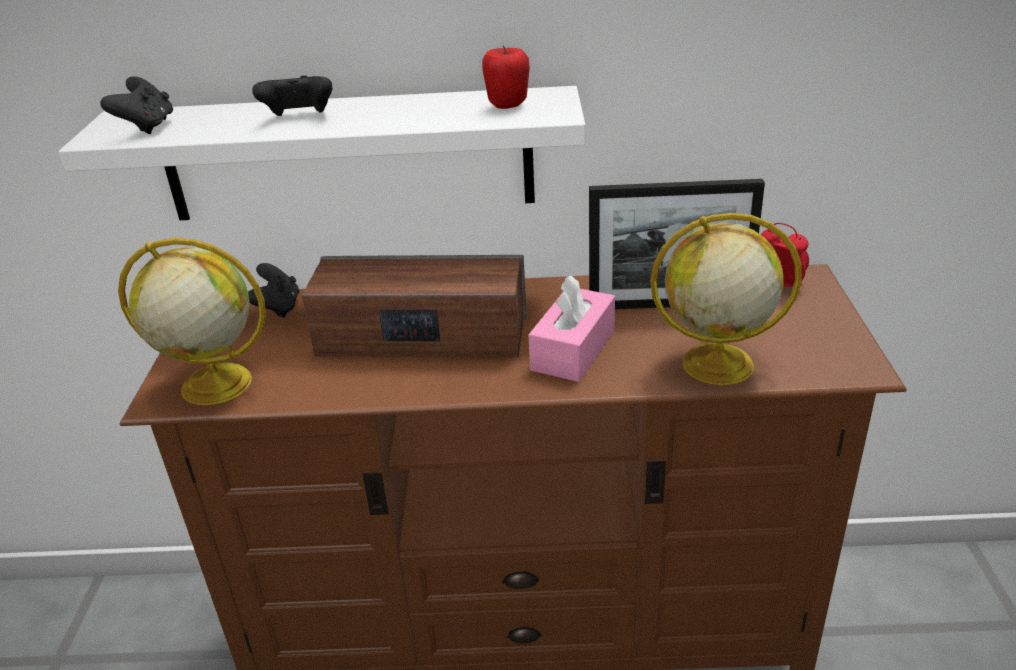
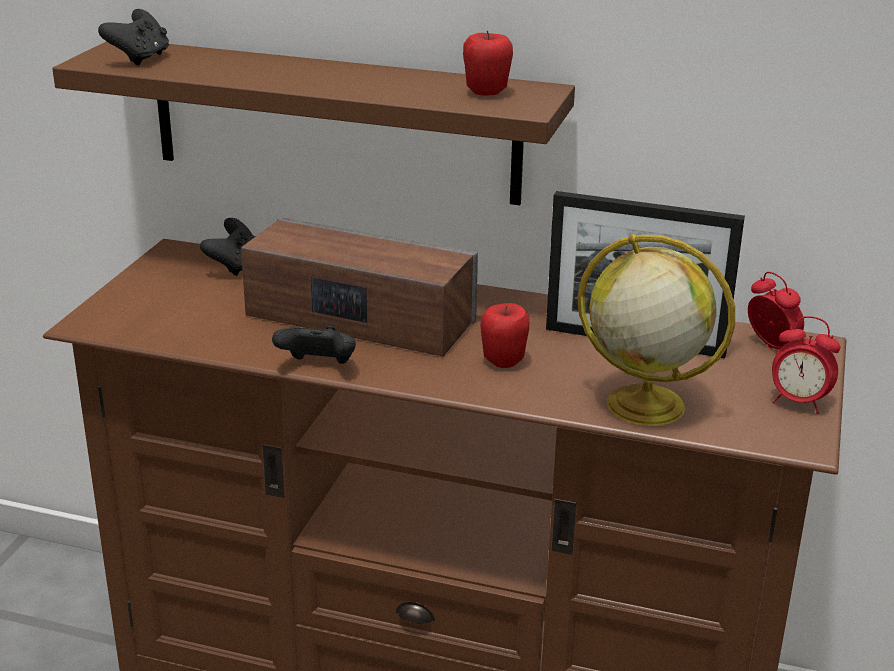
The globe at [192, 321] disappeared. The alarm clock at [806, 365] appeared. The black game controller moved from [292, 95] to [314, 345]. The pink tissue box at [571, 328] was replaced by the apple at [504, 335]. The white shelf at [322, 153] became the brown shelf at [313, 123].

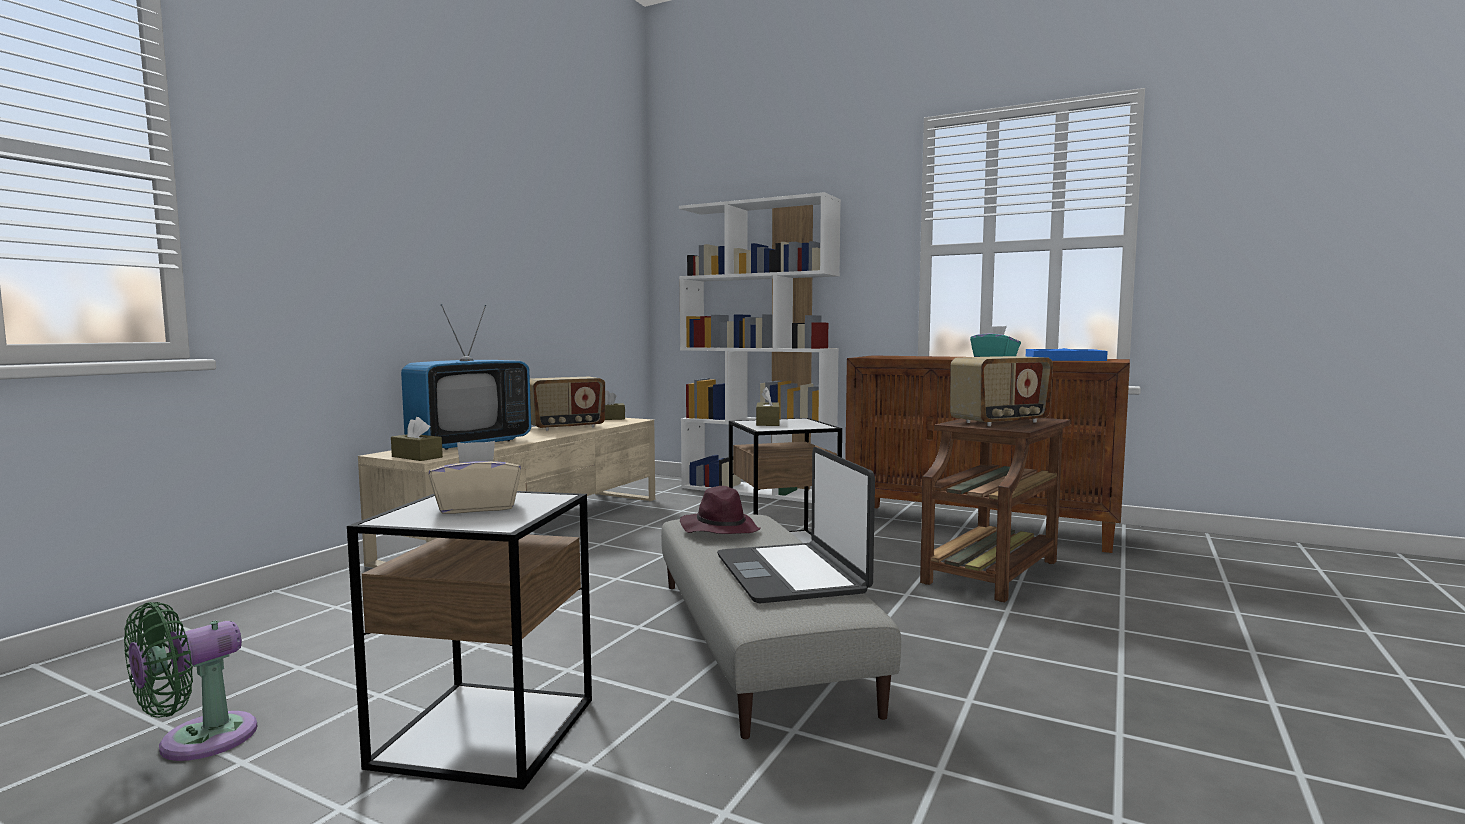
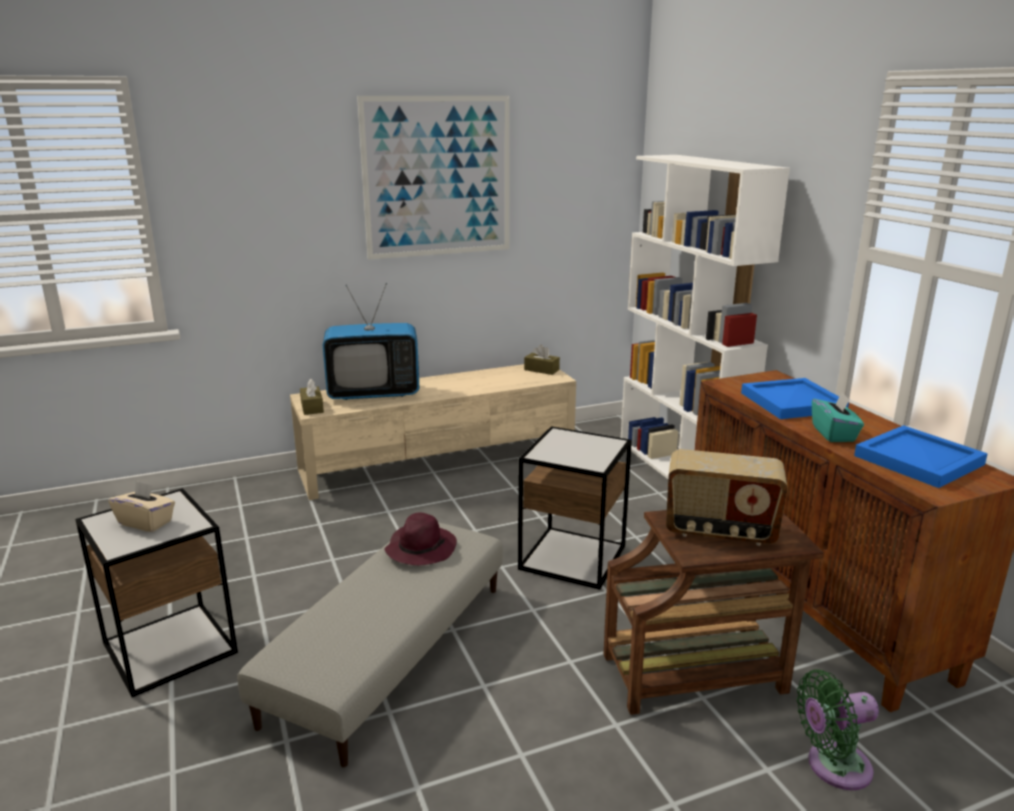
The radio at [567, 404] disappeared. The laptop at [796, 525] disappeared. The brown tissue box at [768, 406] disappeared. The picture at [433, 178] appeared. The blue tray at [795, 398] appeared. The green fan moved from [190, 681] to [838, 729].

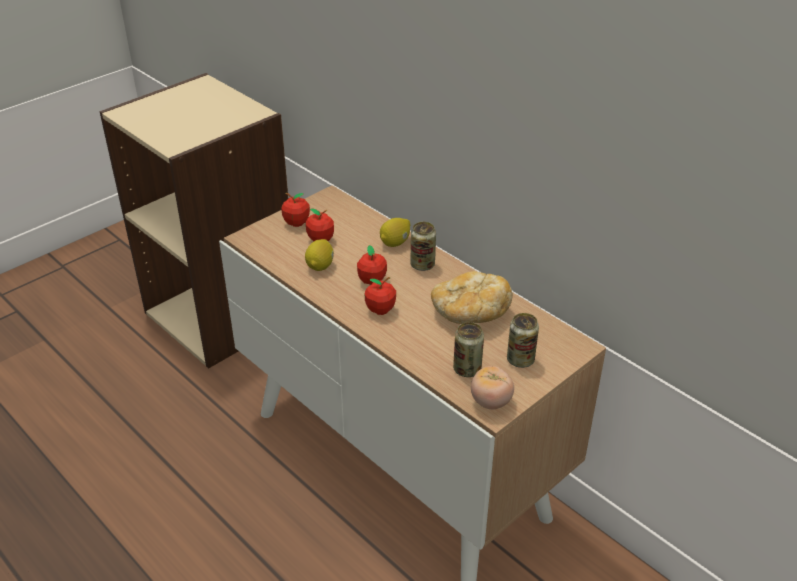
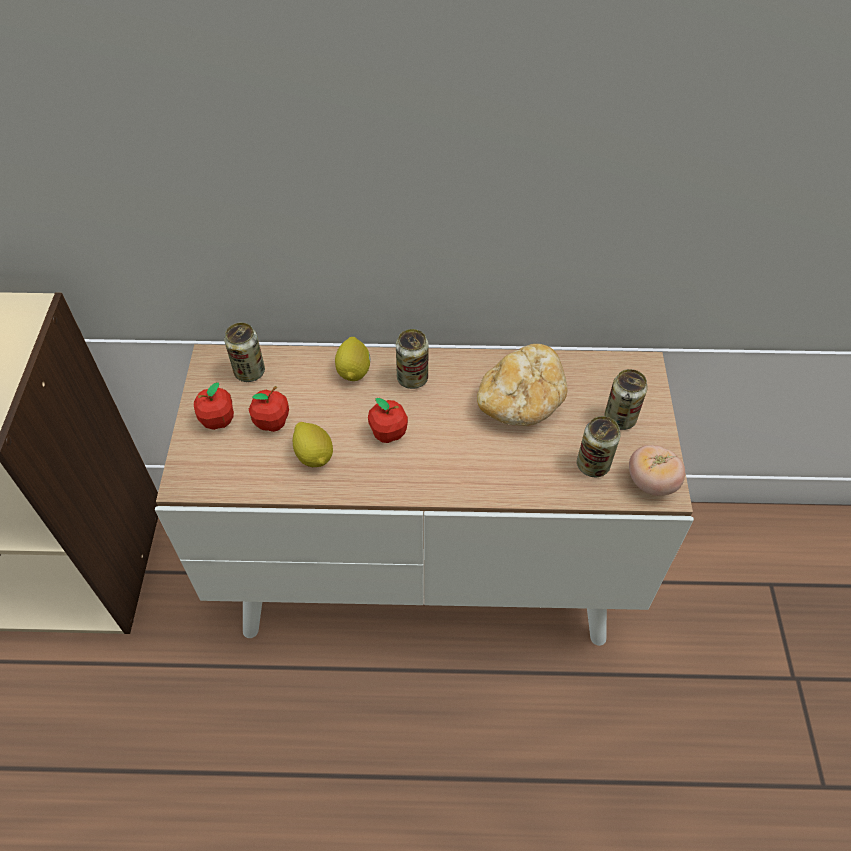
The apple at [380, 296] disappeared. The can at [244, 352] appeared.

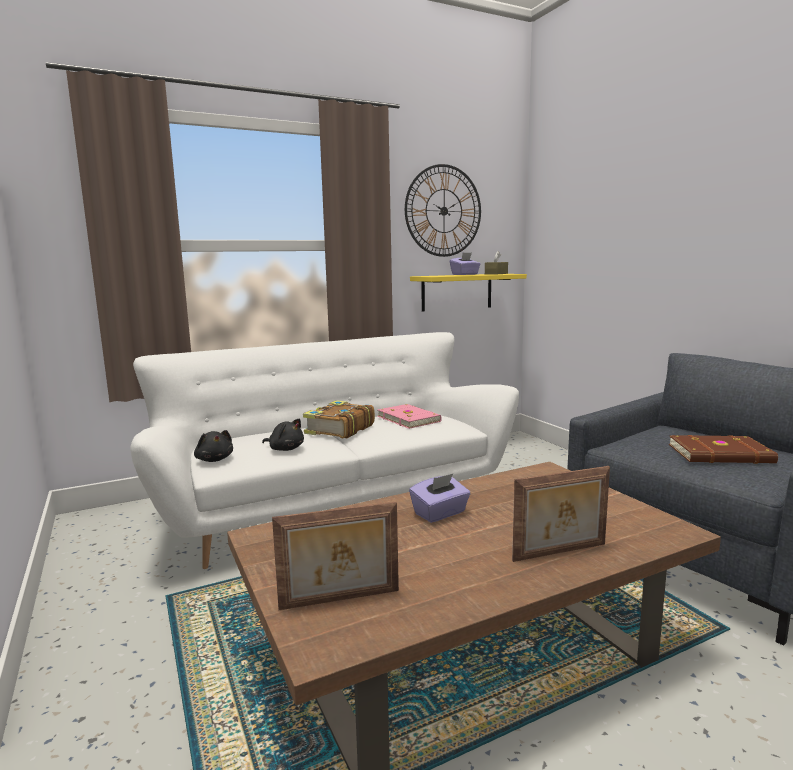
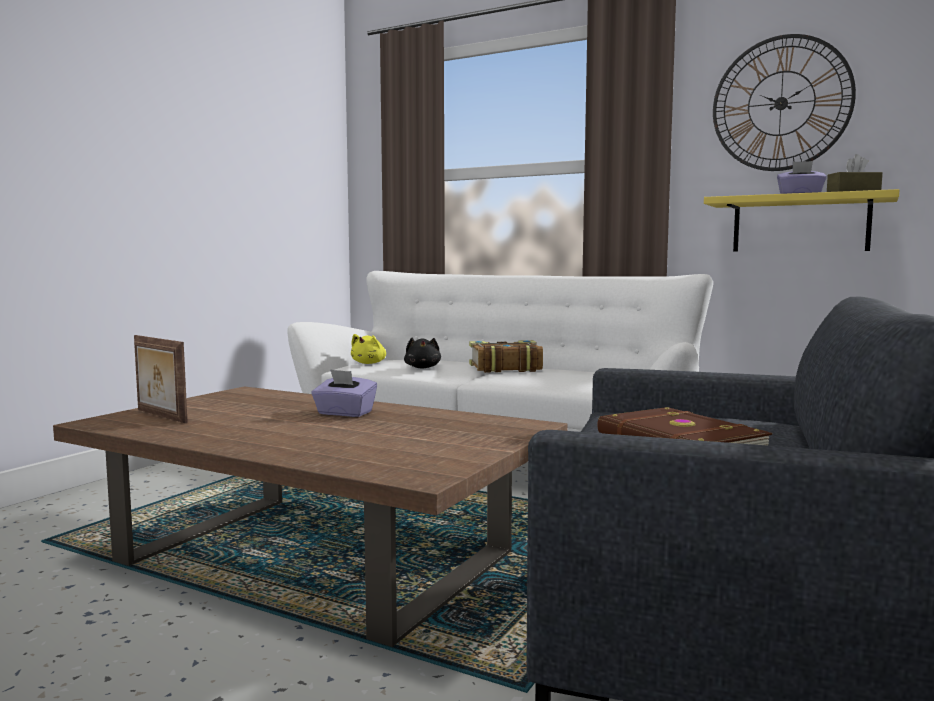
The pink book at [409, 416] disappeared. The picture frame at [561, 514] disappeared. The black plush toy at [213, 446] became the yellow plush toy at [368, 349].

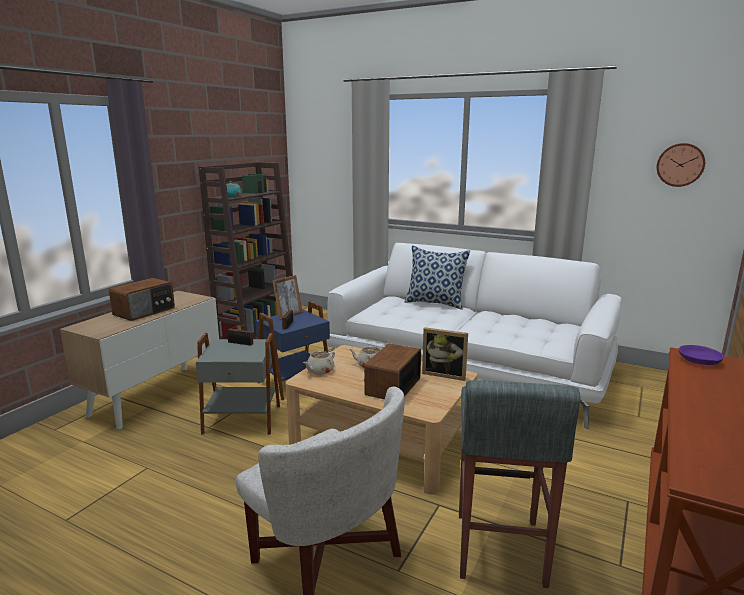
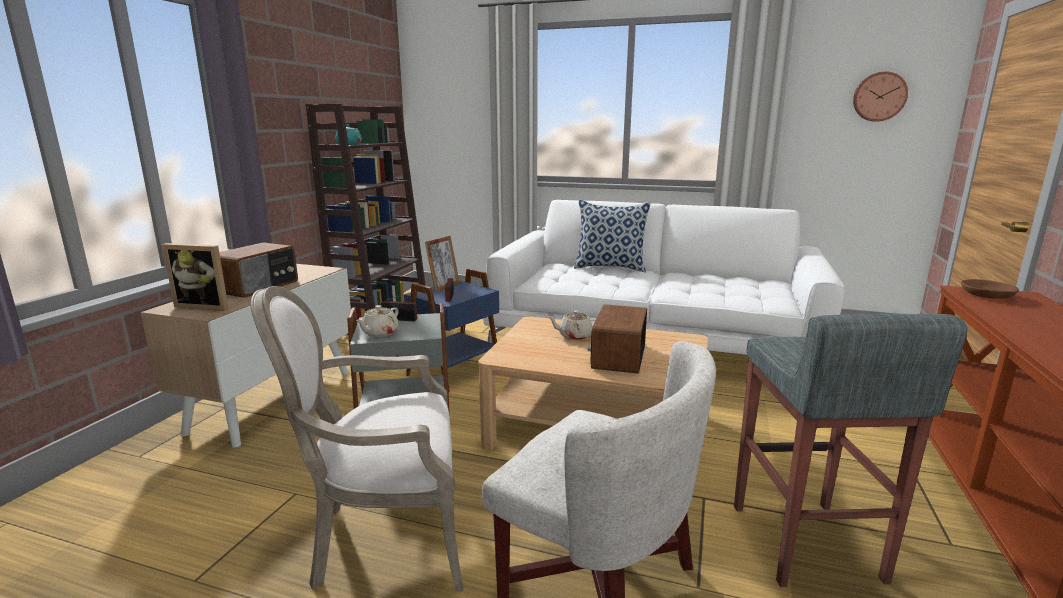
The armchair at [357, 439] appeared. The beige teapot moved from [319, 362] to [377, 321]. The picture frame moved from [445, 354] to [195, 277]. The purple bowl at [701, 355] became the brown bowl at [990, 289].

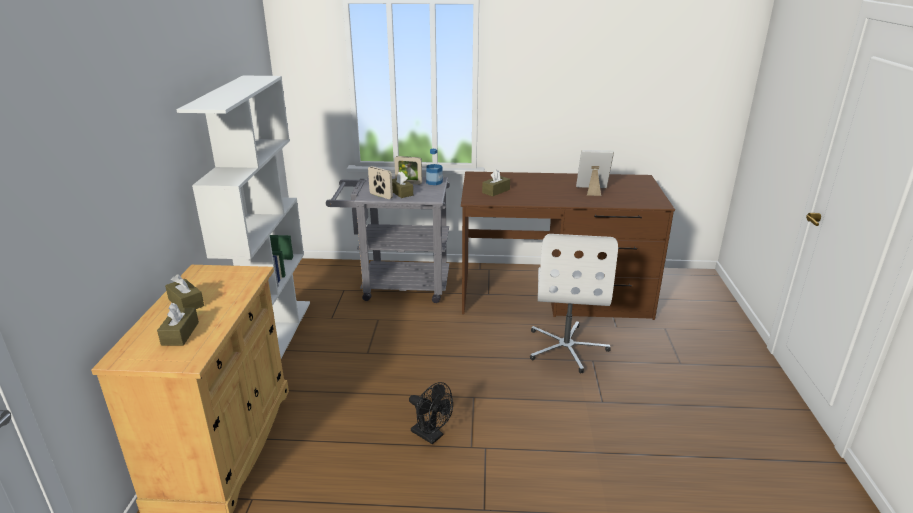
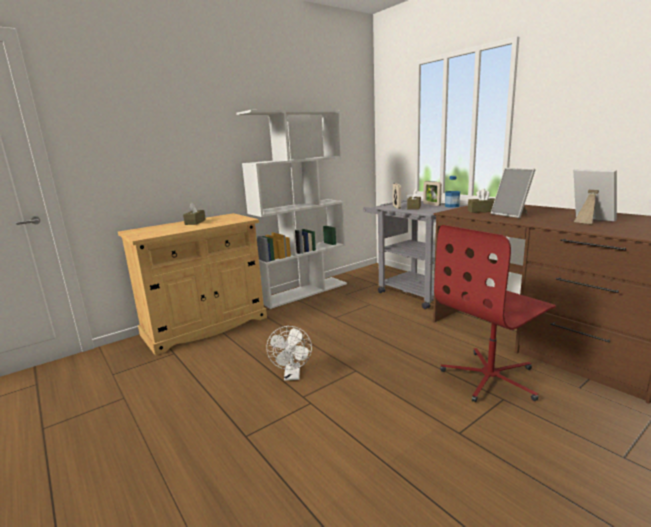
The brown tissue box at [178, 324] disappeared. The picture frame at [513, 193] appeared. The black fan at [431, 413] became the white fan at [289, 353]. The white office chair at [574, 304] became the red office chair at [495, 313].

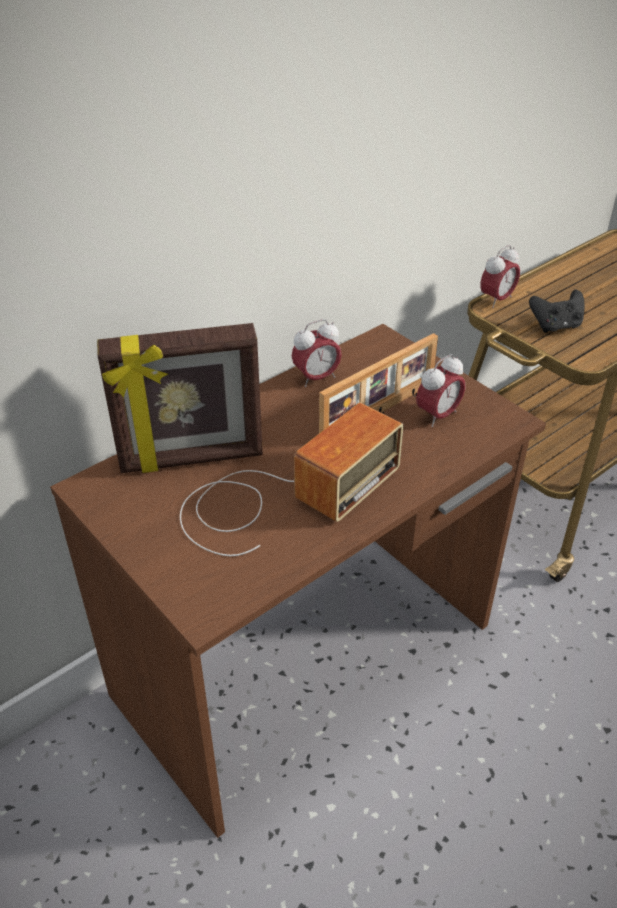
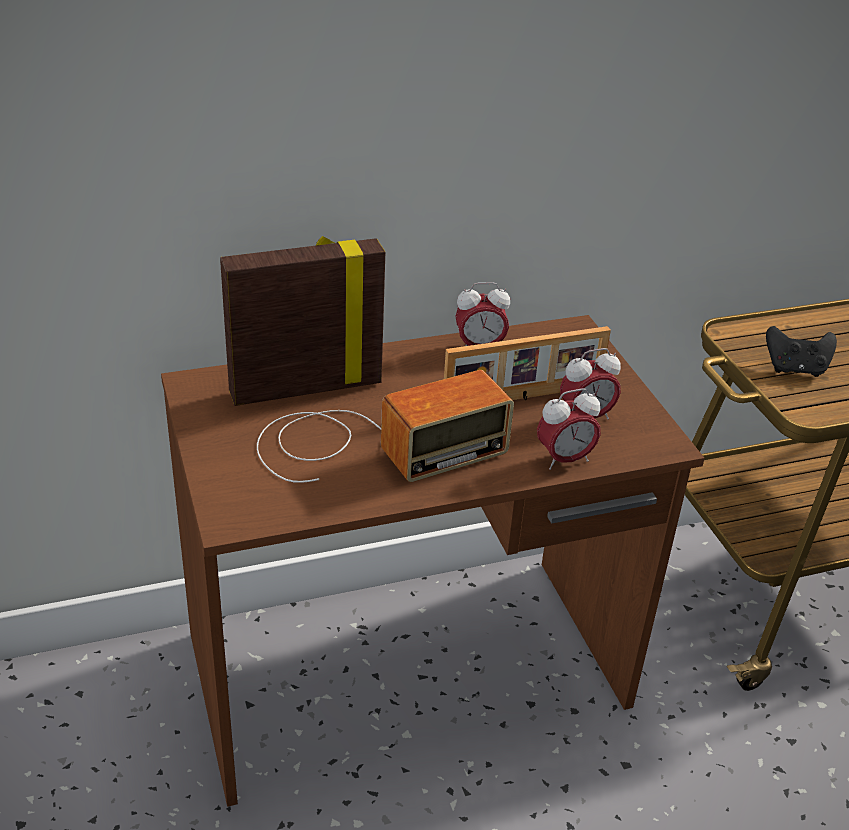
The alarm clock moved from [500, 276] to [569, 429]. The picture frame at [180, 398] turned 150 degrees clockwise.

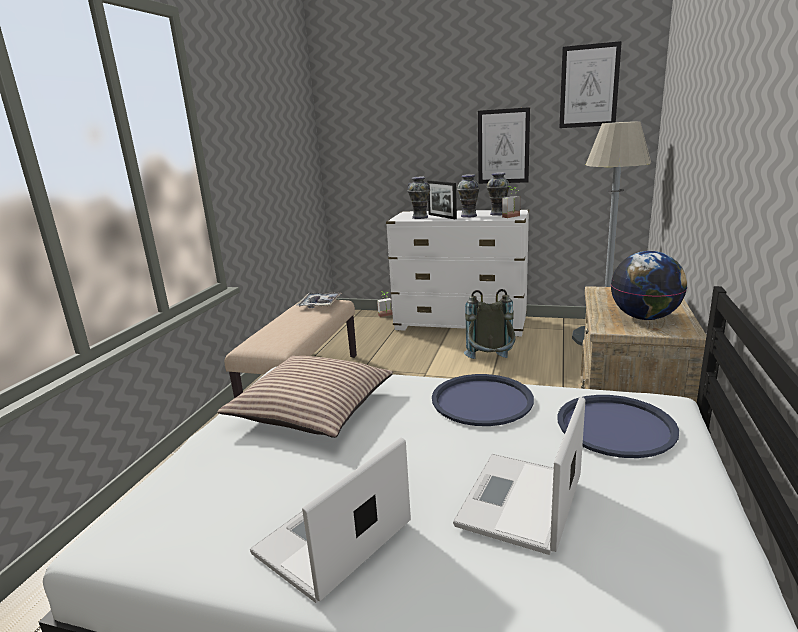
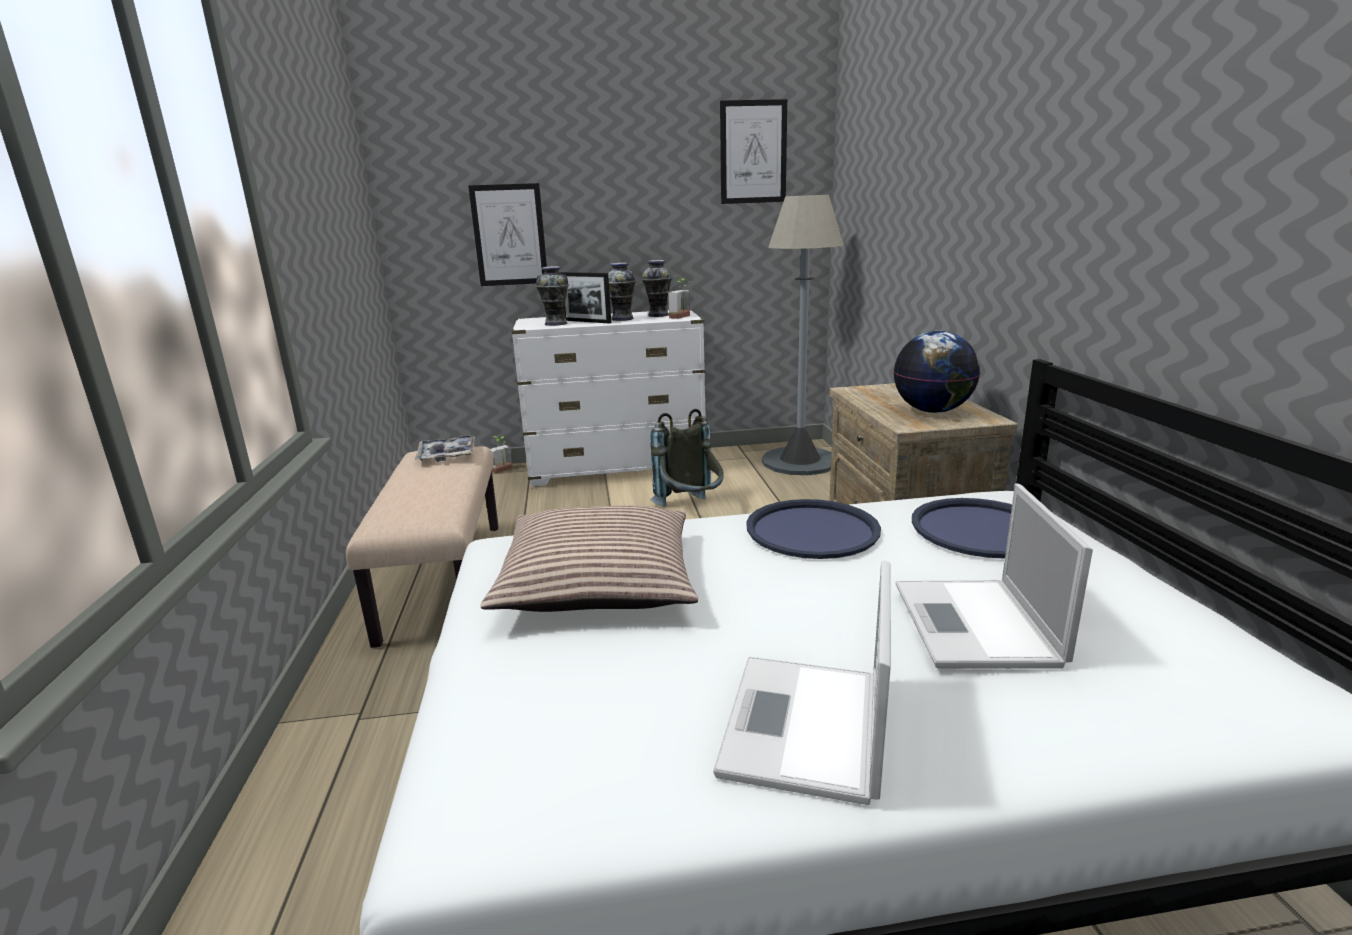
The picture moved from [504, 145] to [507, 234].

